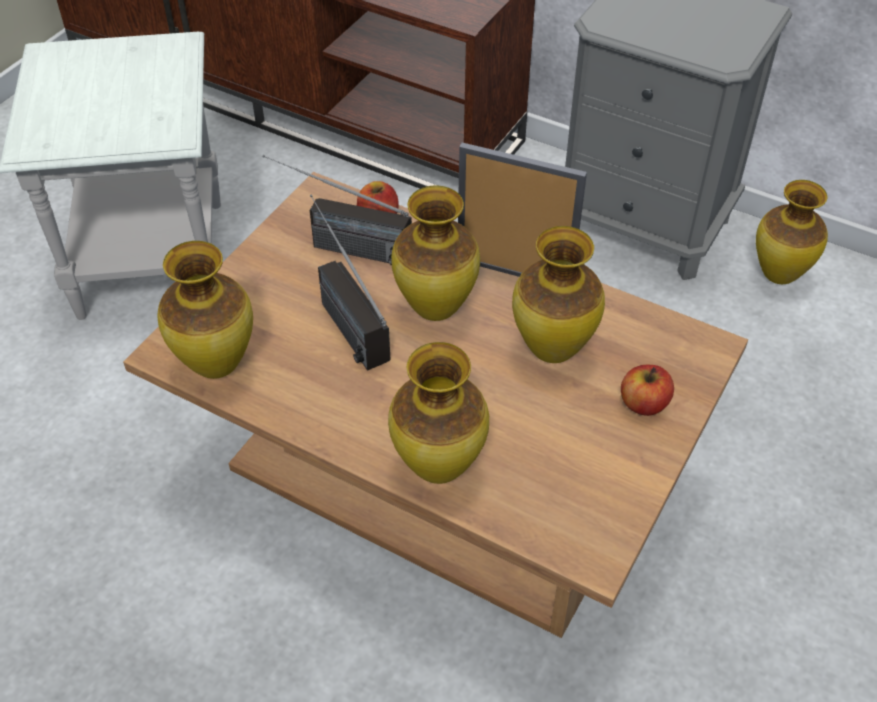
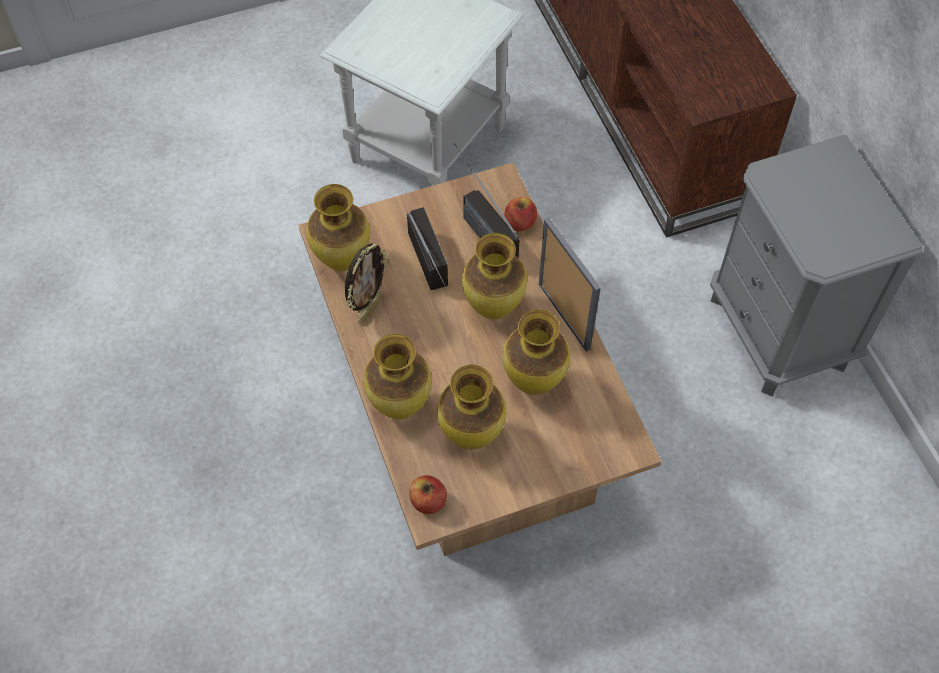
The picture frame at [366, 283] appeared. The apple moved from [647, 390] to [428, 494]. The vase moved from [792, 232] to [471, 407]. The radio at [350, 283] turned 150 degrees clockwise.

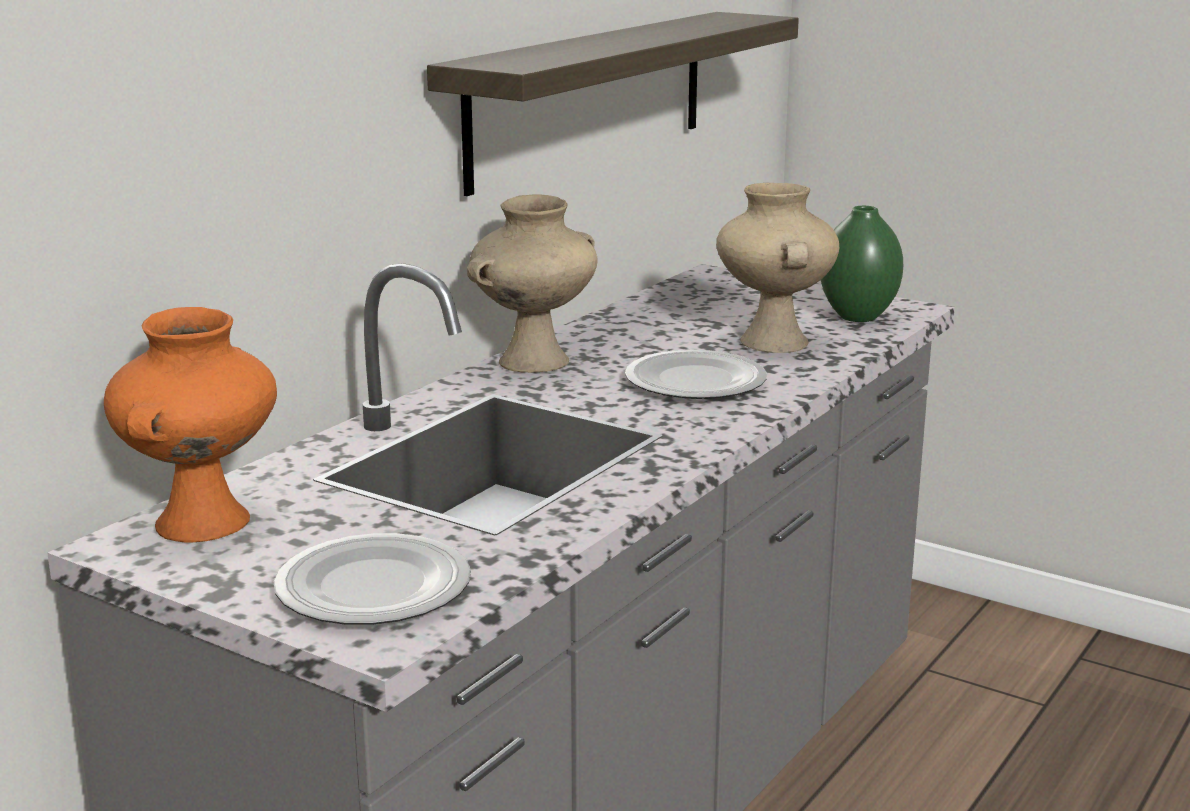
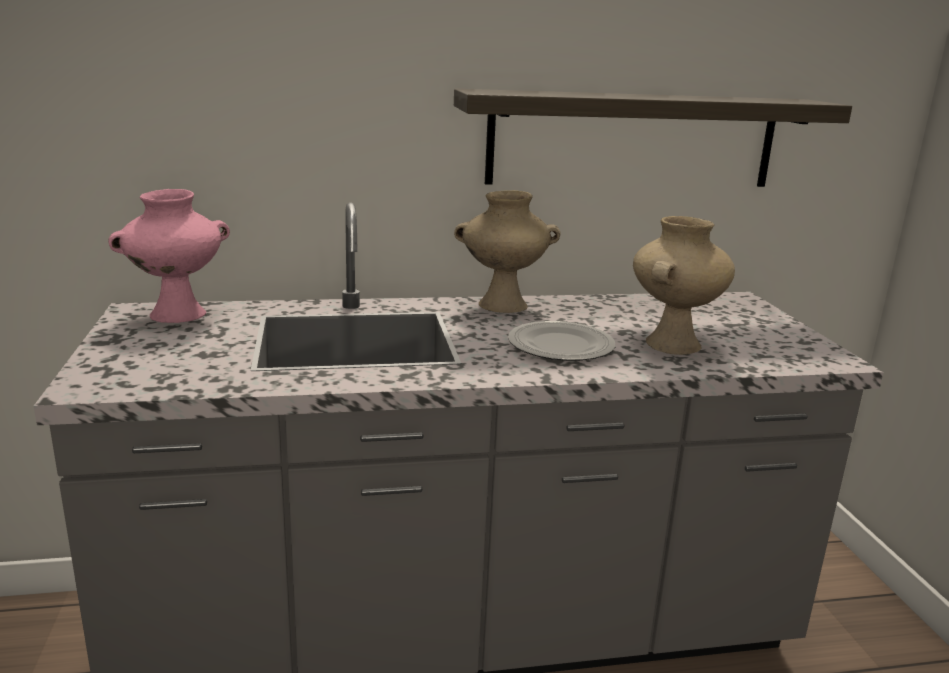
The plate at [372, 579] disappeared. The green vase at [862, 264] disappeared. The orange vase at [190, 424] became the pink vase at [169, 256].

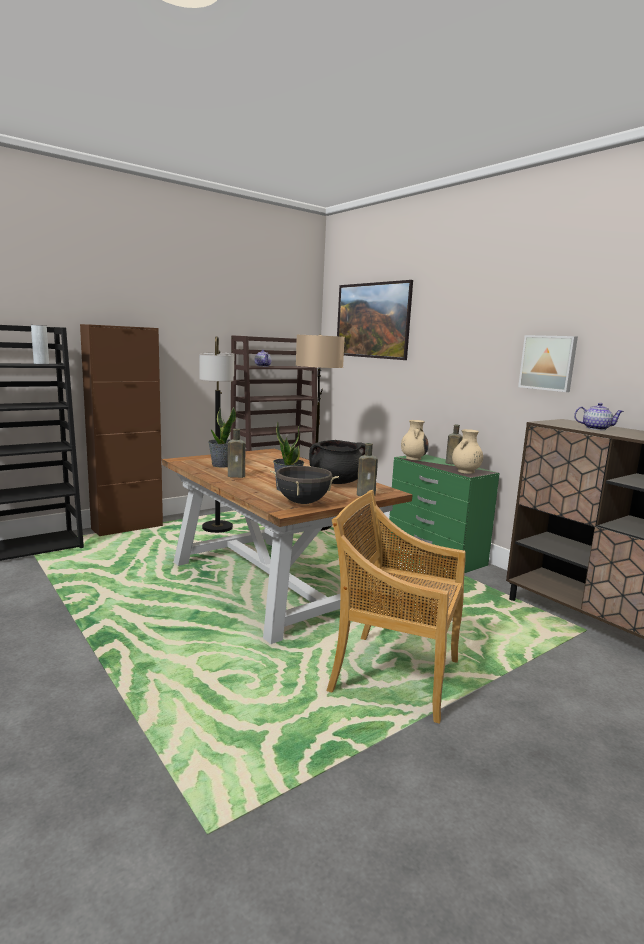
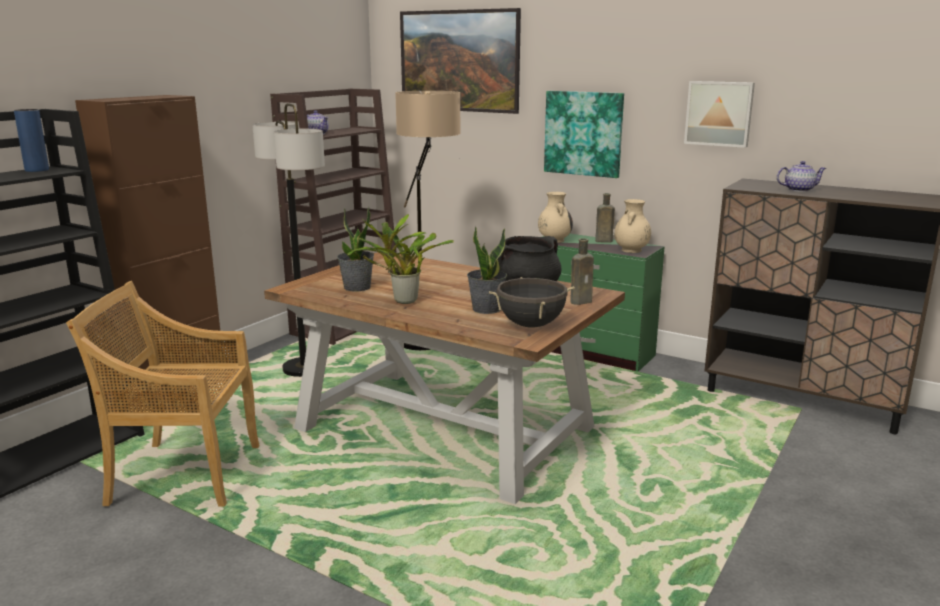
The picture at [584, 134] appeared. The beige chair moved from [396, 607] to [163, 394]. The brown bottle at [237, 453] was replaced by the potted plant at [400, 259]. The grey vase at [40, 344] became the blue vase at [31, 140].

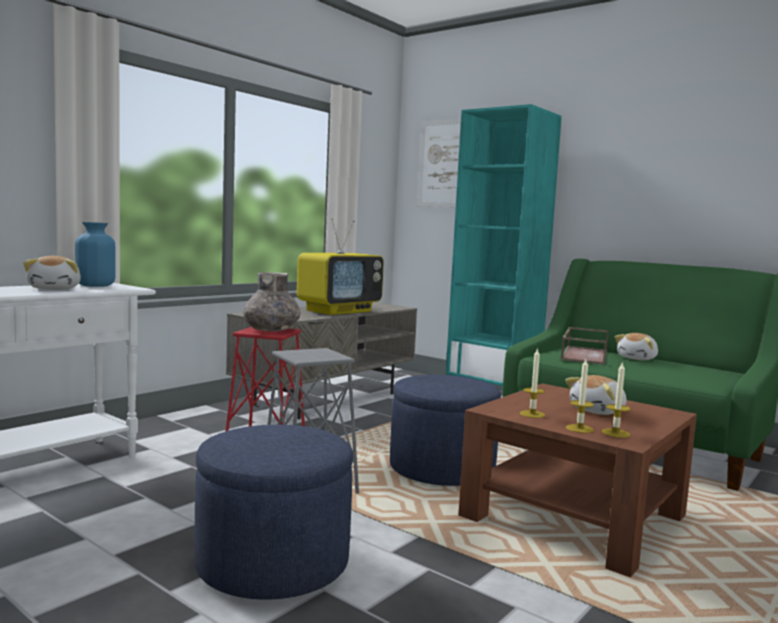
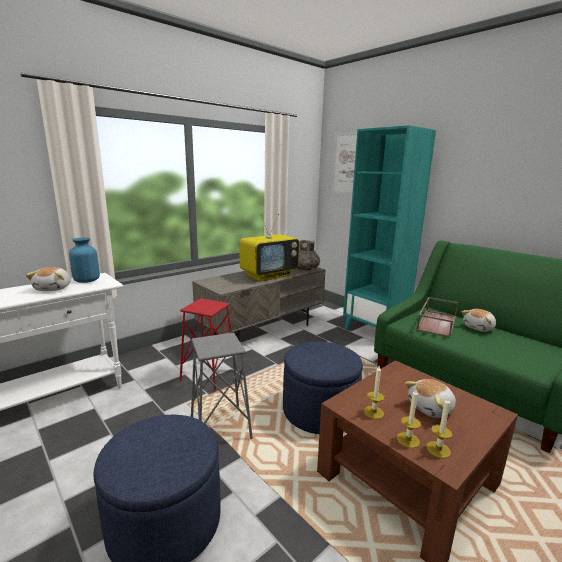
The grey vase moved from [271, 301] to [308, 255].

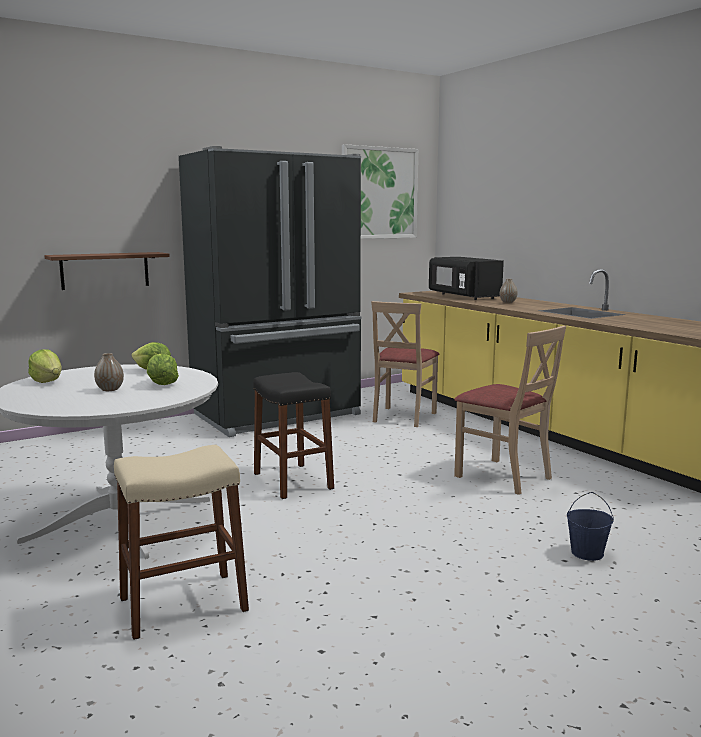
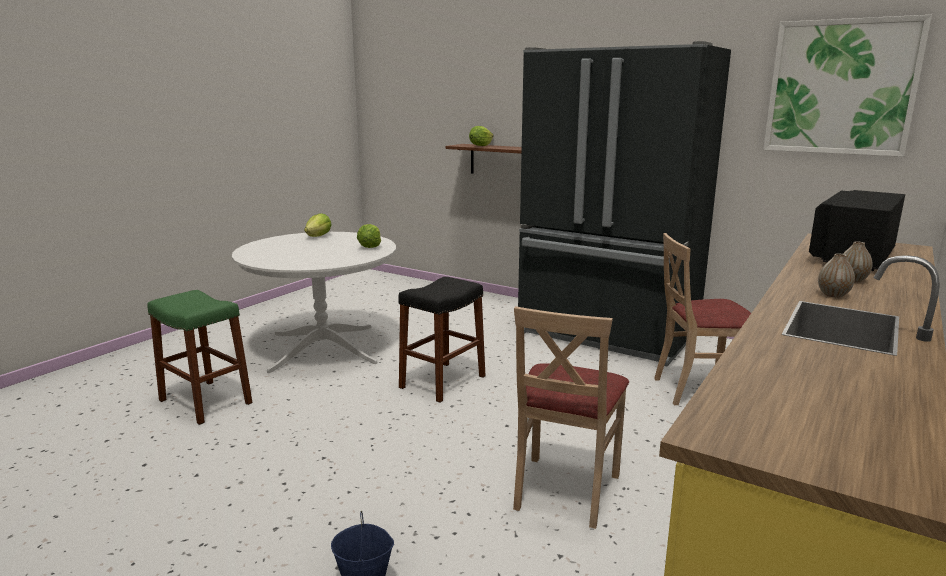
The vase moved from [109, 372] to [836, 275]. The lettuce moved from [163, 369] to [481, 136]. The beige stool at [181, 542] became the green stool at [200, 357].

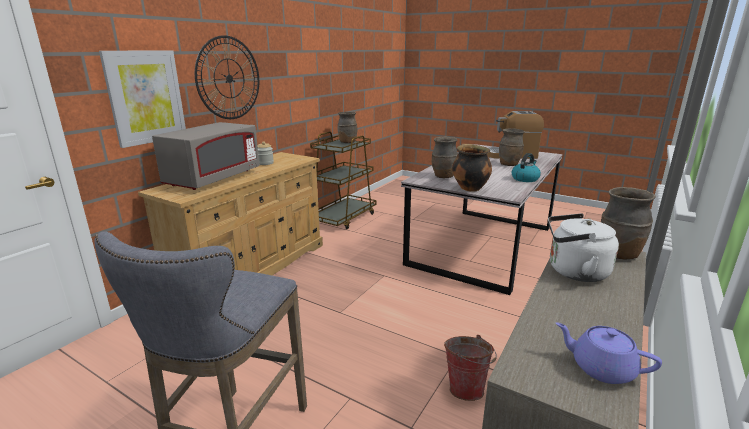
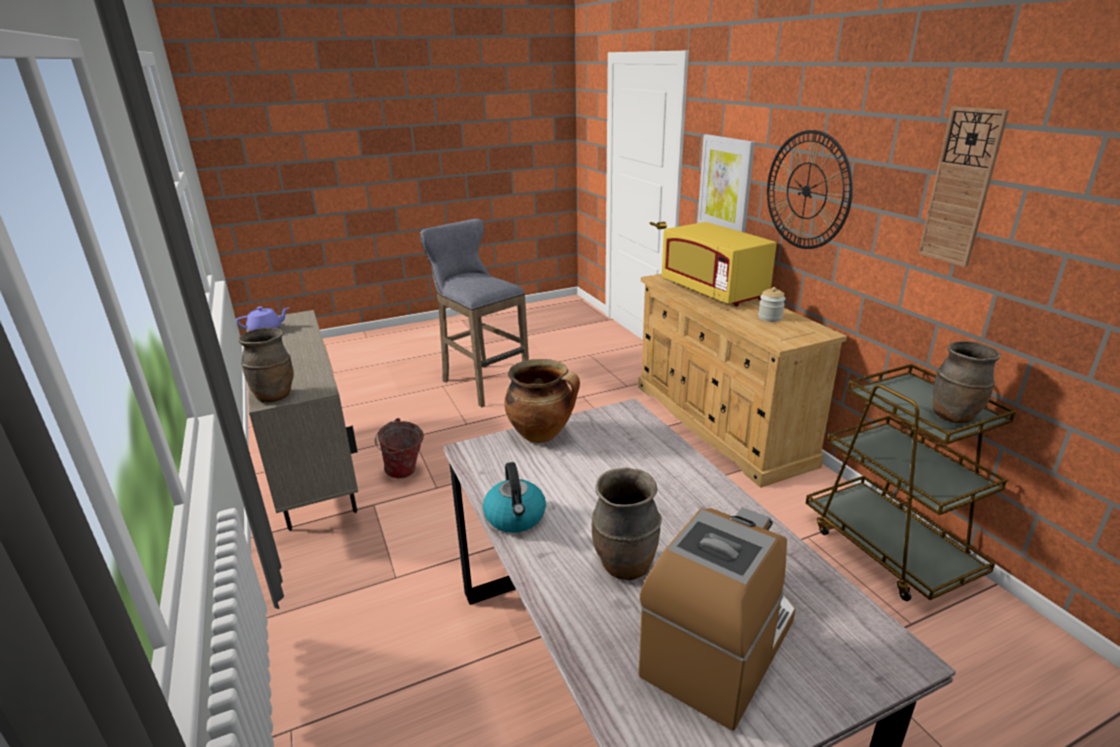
The brown vase at [445, 157] disappeared. The white kettle at [583, 247] disappeared. The wall clock at [963, 186] appeared. The grey microwave at [205, 156] became the yellow microwave at [719, 264].

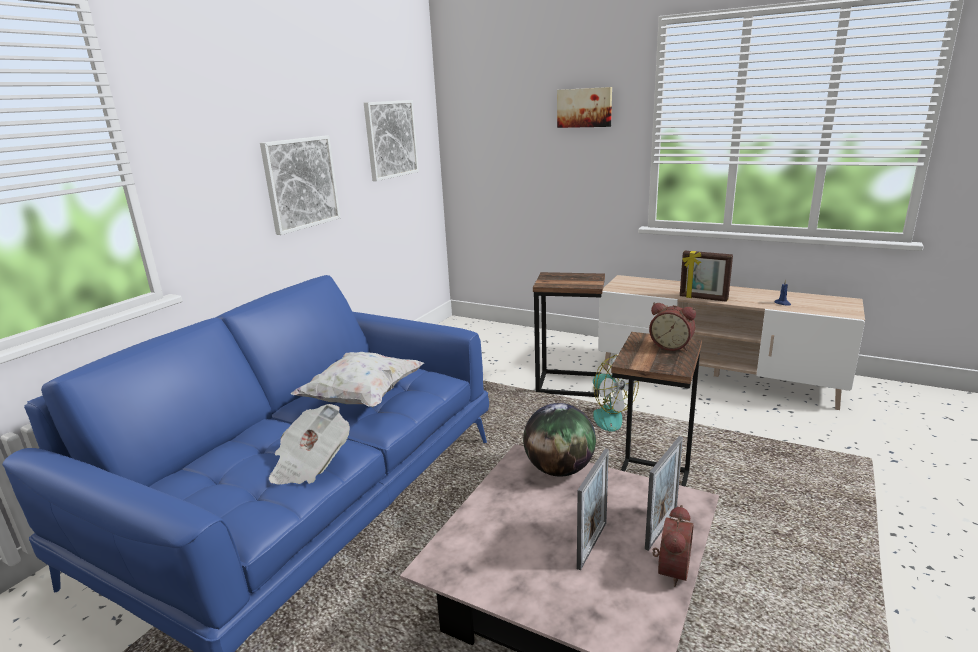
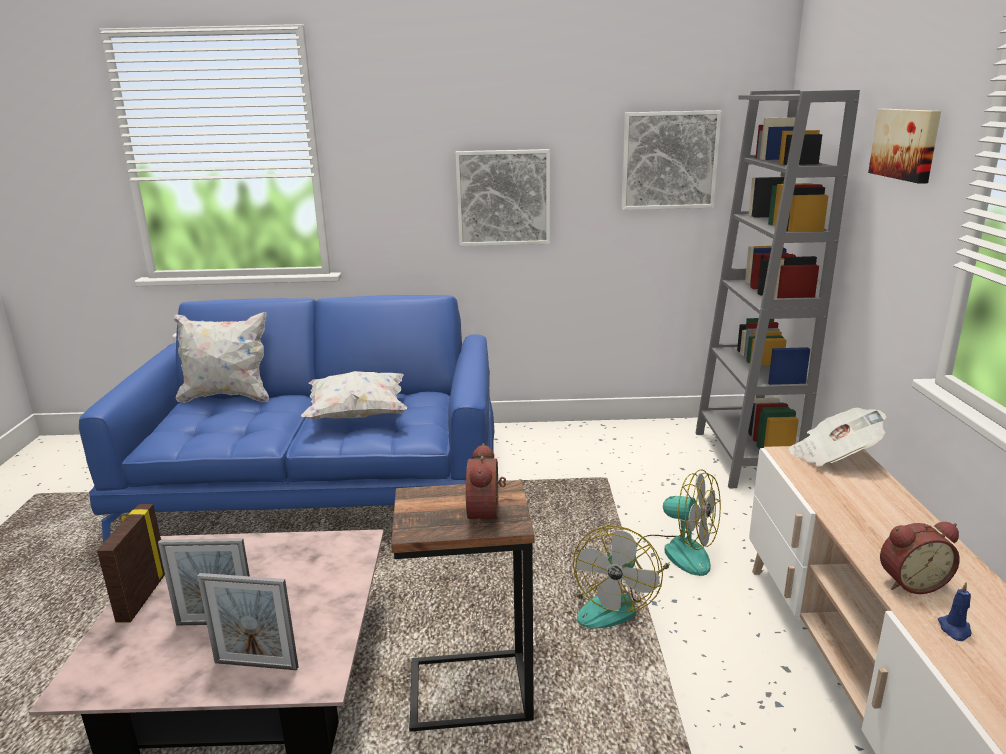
The globe at [559, 440] disappeared. The white pillow at [221, 357] appeared. The grey bookcase at [777, 289] appeared. The newspaper moved from [309, 444] to [837, 437]. The alarm clock moved from [672, 546] to [920, 558]. The picture frame moved from [706, 276] to [131, 563]. The side table at [569, 334] was replaced by the fan at [678, 522].

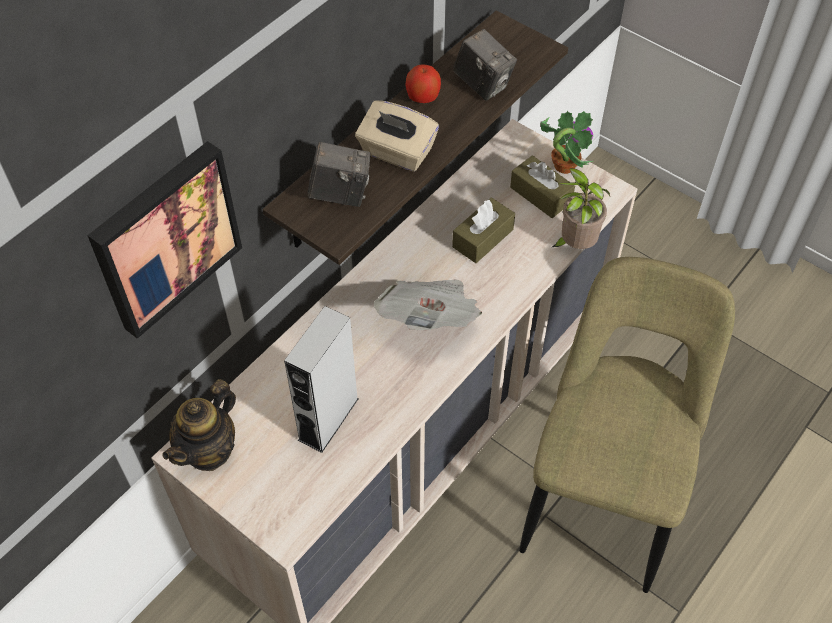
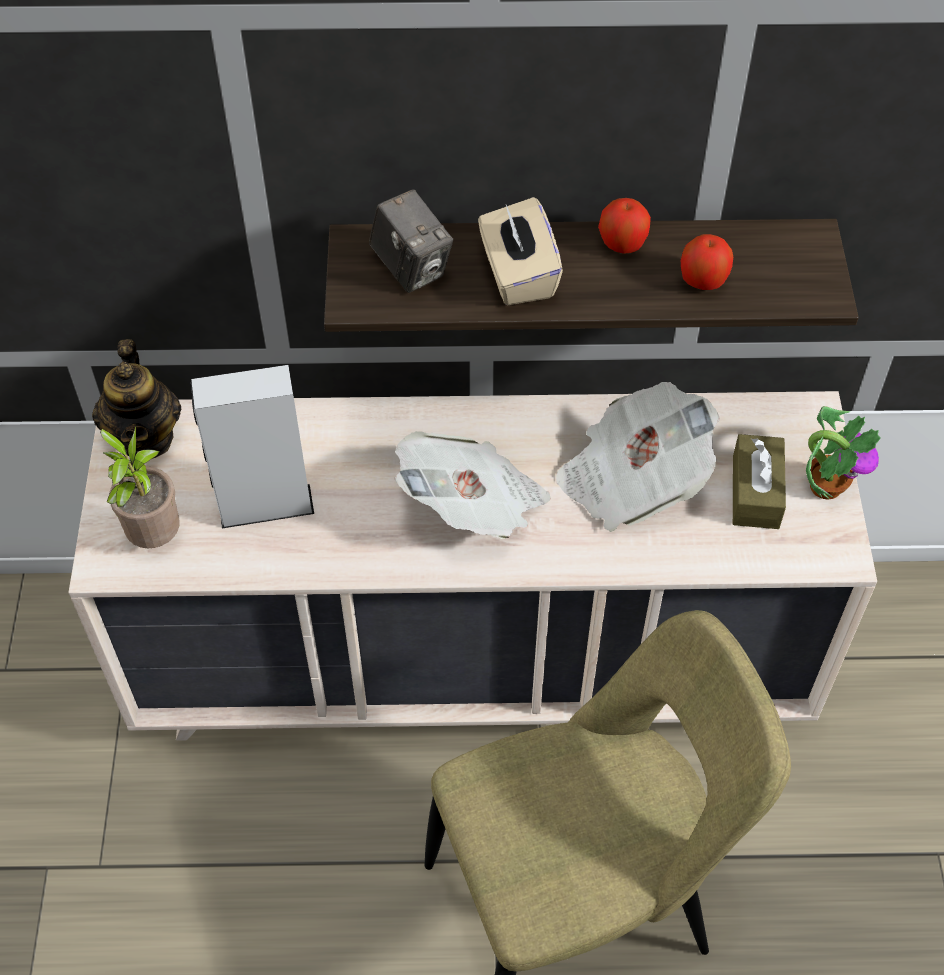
The picture at [164, 240] disappeared. The potted plant moved from [581, 208] to [140, 487]. The brown tissue box at [483, 230] was replaced by the newspaper at [638, 457]. The photo camera at [485, 65] was replaced by the apple at [706, 262]. The teapot at [199, 425] turned 90 degrees counterclockwise.

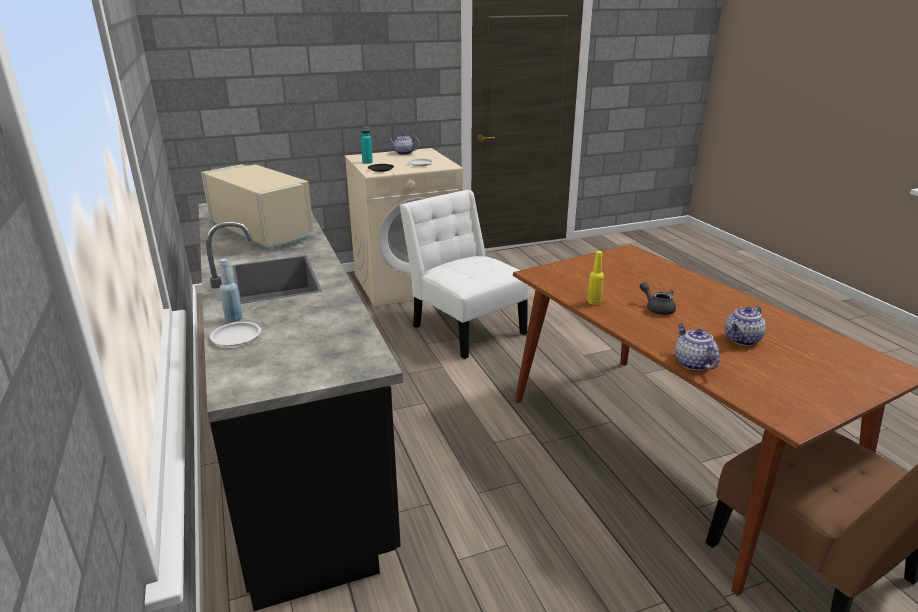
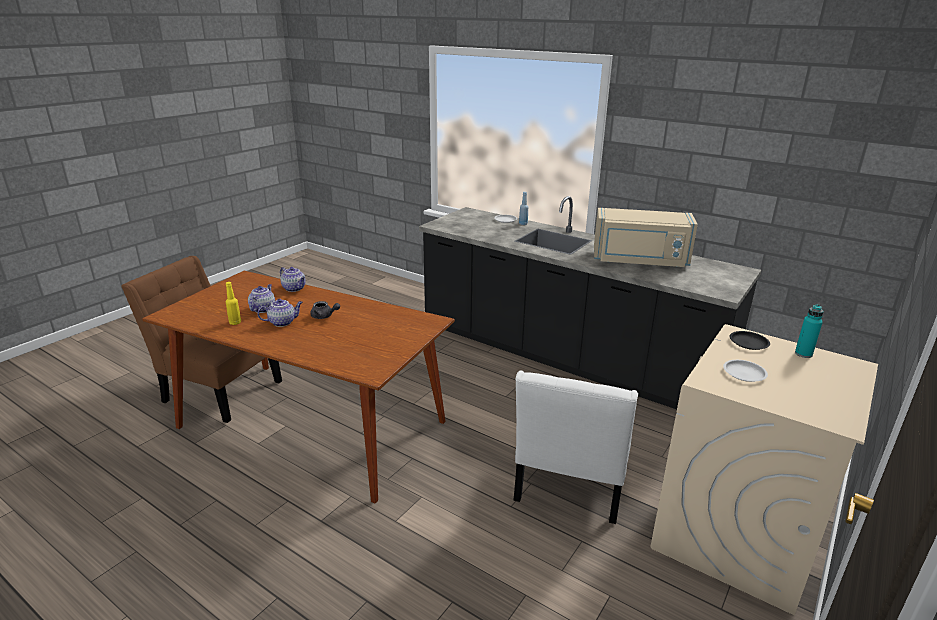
The teapot moved from [404, 144] to [280, 313]. The yellow bottle moved from [595, 278] to [233, 303]. The white chair at [465, 274] turned 90 degrees clockwise.

